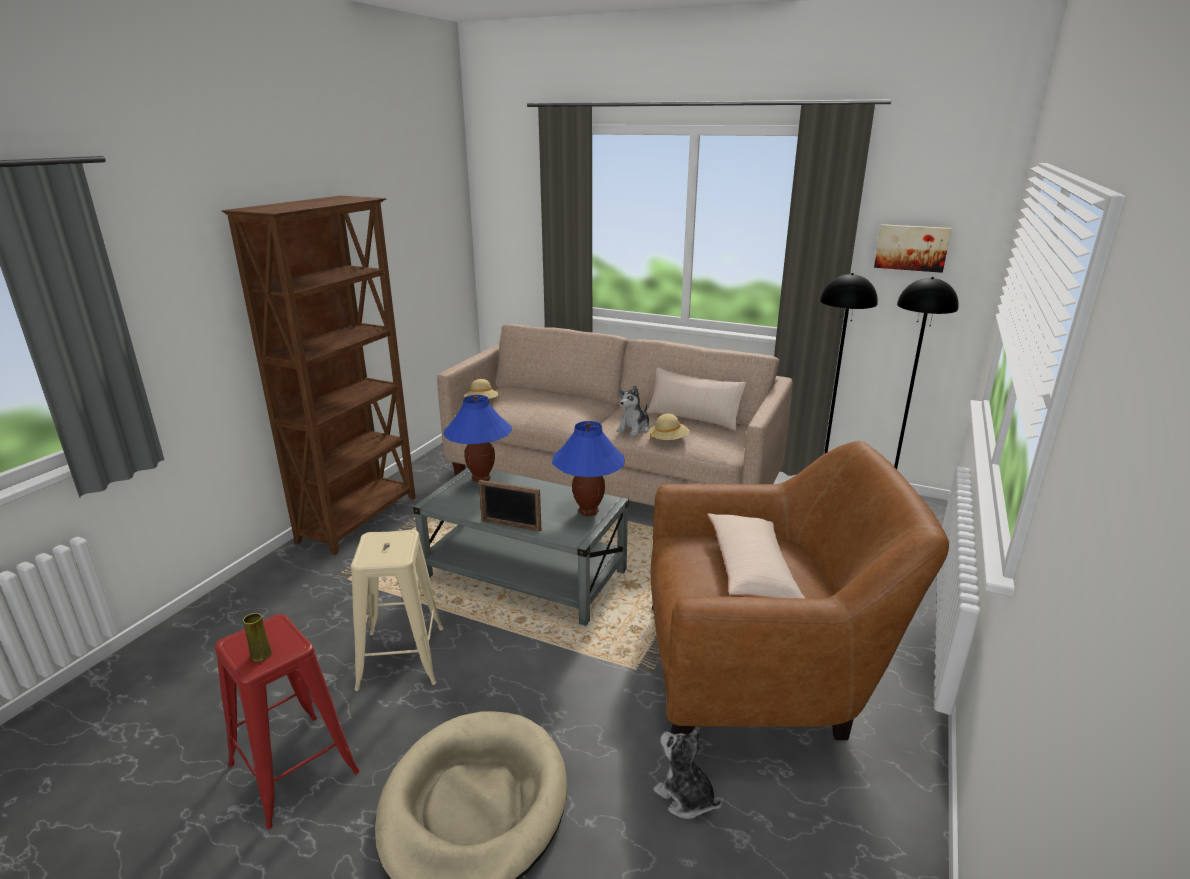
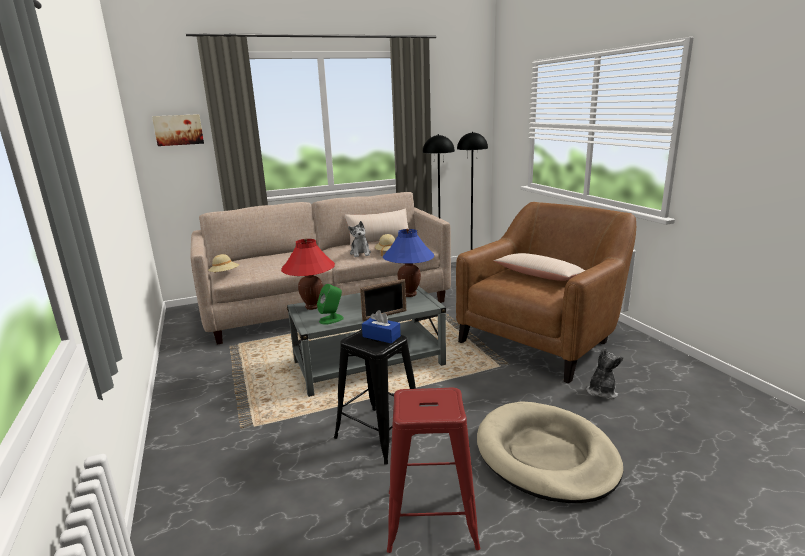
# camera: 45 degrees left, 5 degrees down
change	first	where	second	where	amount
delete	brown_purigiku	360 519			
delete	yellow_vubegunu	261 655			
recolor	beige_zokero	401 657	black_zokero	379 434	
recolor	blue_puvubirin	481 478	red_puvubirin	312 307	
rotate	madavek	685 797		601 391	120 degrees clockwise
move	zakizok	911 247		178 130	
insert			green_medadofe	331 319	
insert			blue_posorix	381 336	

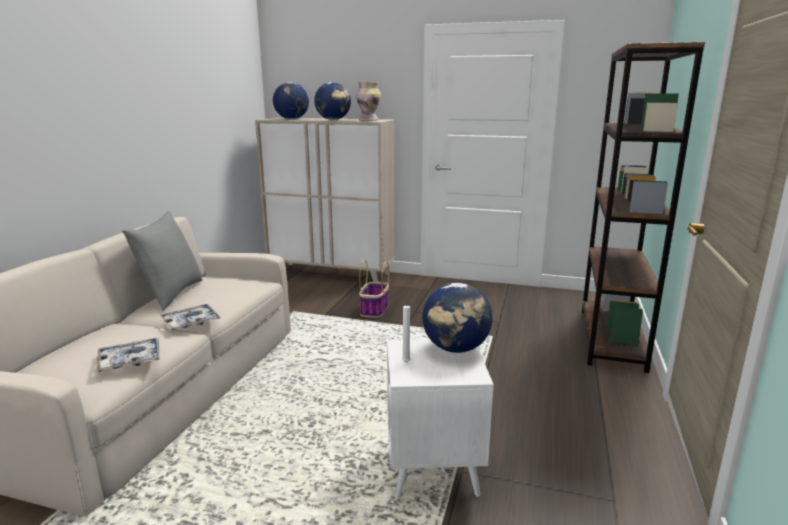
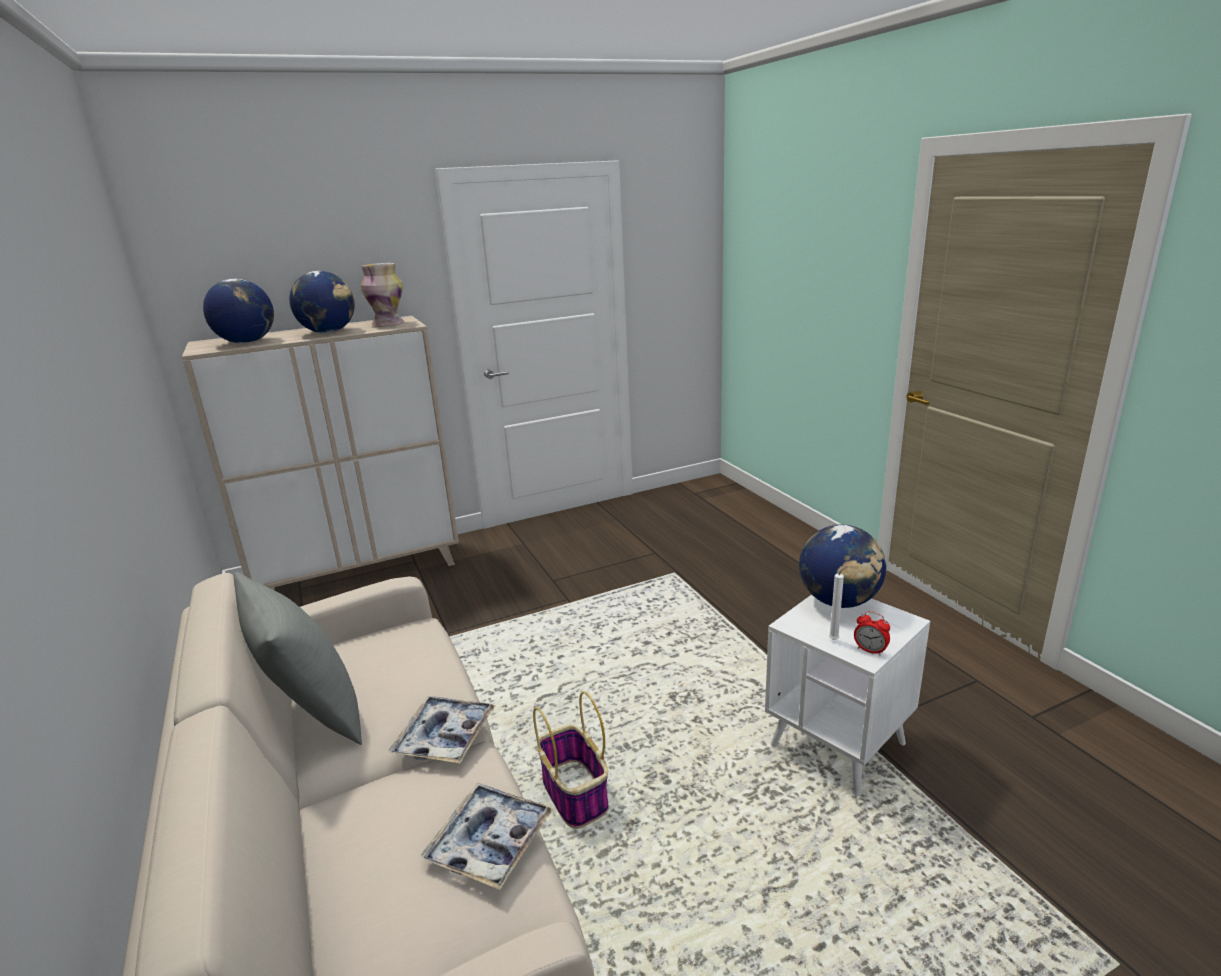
# camera: 40 degrees left, 5 degrees up
change	first	where	second	where	amount
move	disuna	374 310		575 794	
delete	brown_purigiku	611 339			
insert			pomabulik	870 650	

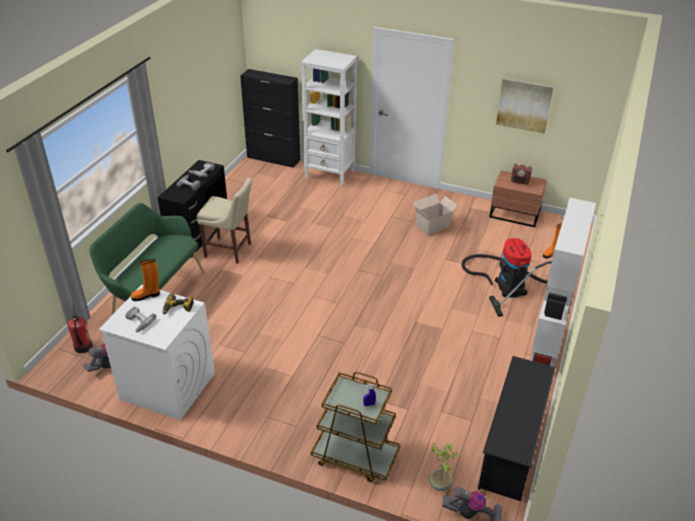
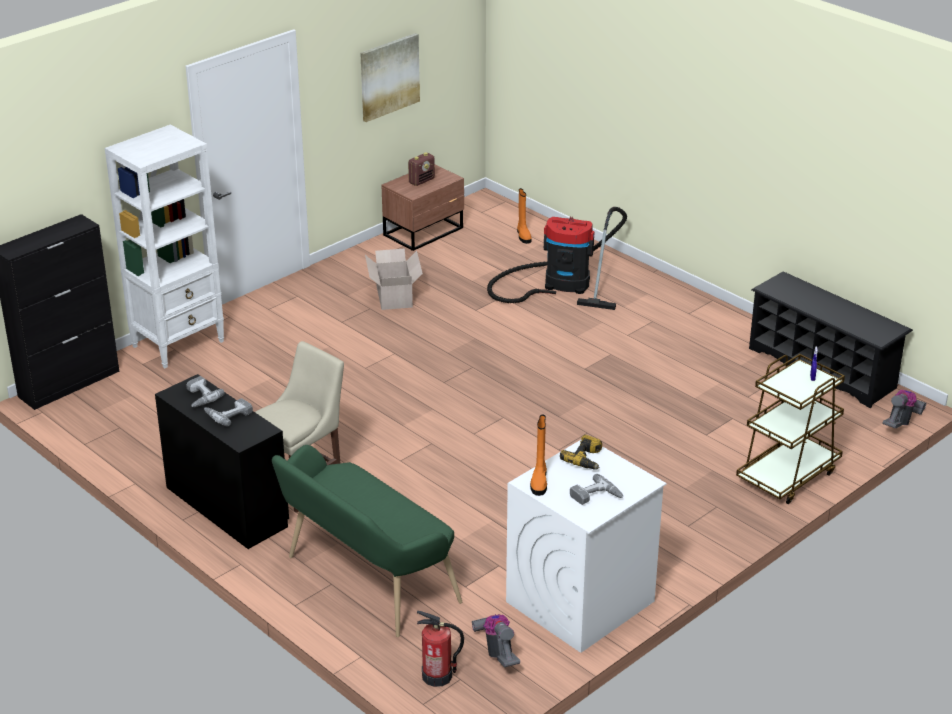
# camera: 65 degrees left, 5 degrees down
change	first	where	second	where	amount
delete	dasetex	440 484			
delete	white_purigiku	545 354			

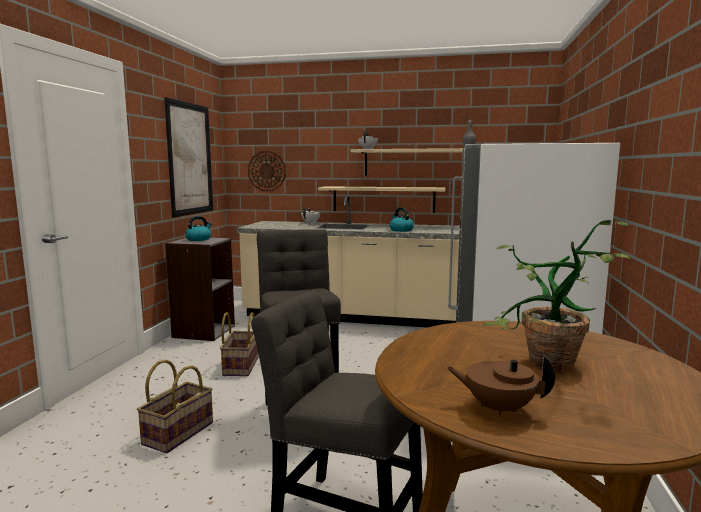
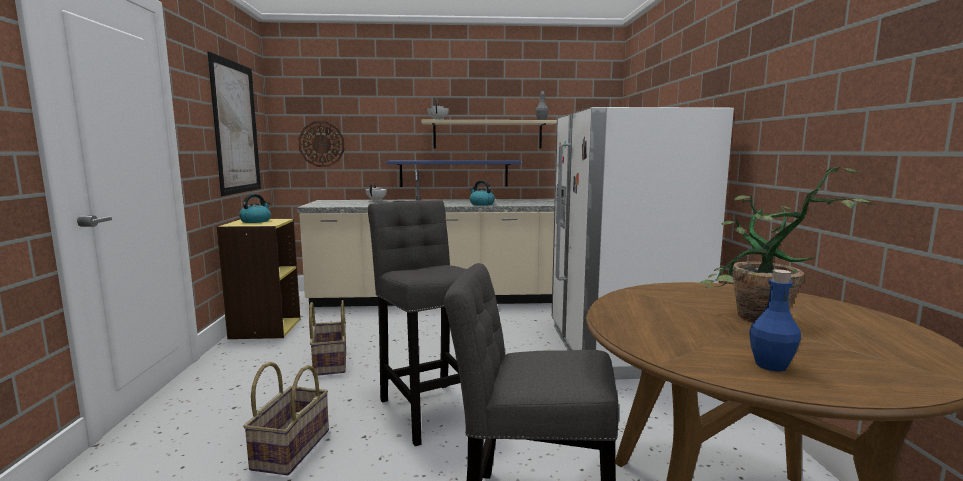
# camera: 15 degrees left, 0 degrees up
change	first	where	second	where	amount
recolor	grey_purigiku	203 331	yellow_purigiku	265 328	
recolor	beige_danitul	383 199	blue_danitul	454 173	
replace	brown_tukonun	498 408	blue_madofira	771 365	

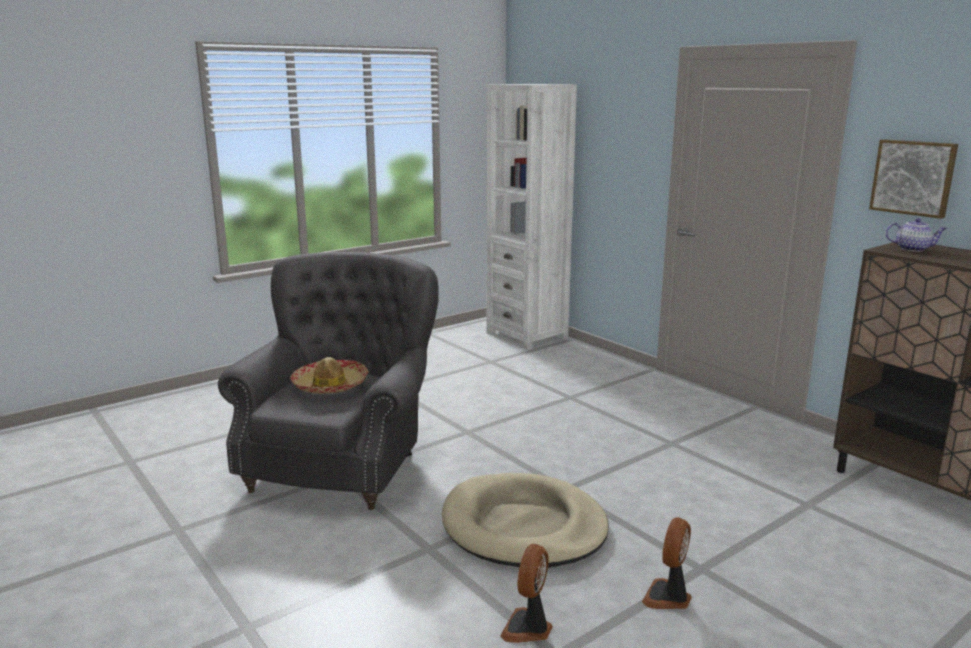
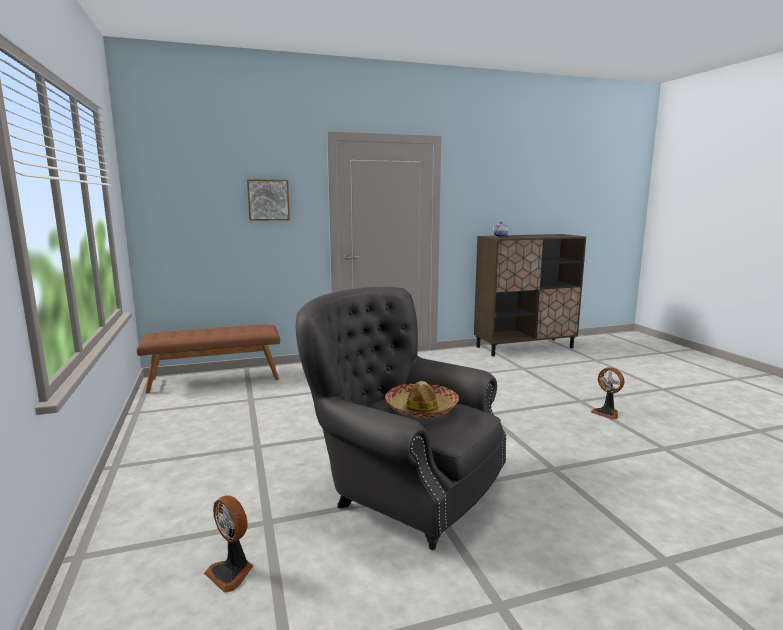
# camera: 70 degrees left, 5 degrees down
change	first	where	second	where	amount
delete	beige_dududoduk	523 527			
replace	white_purigiku	527 336	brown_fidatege	215 379	
move	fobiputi	528 628		231 572	
move	zakizok	913 177		268 200	

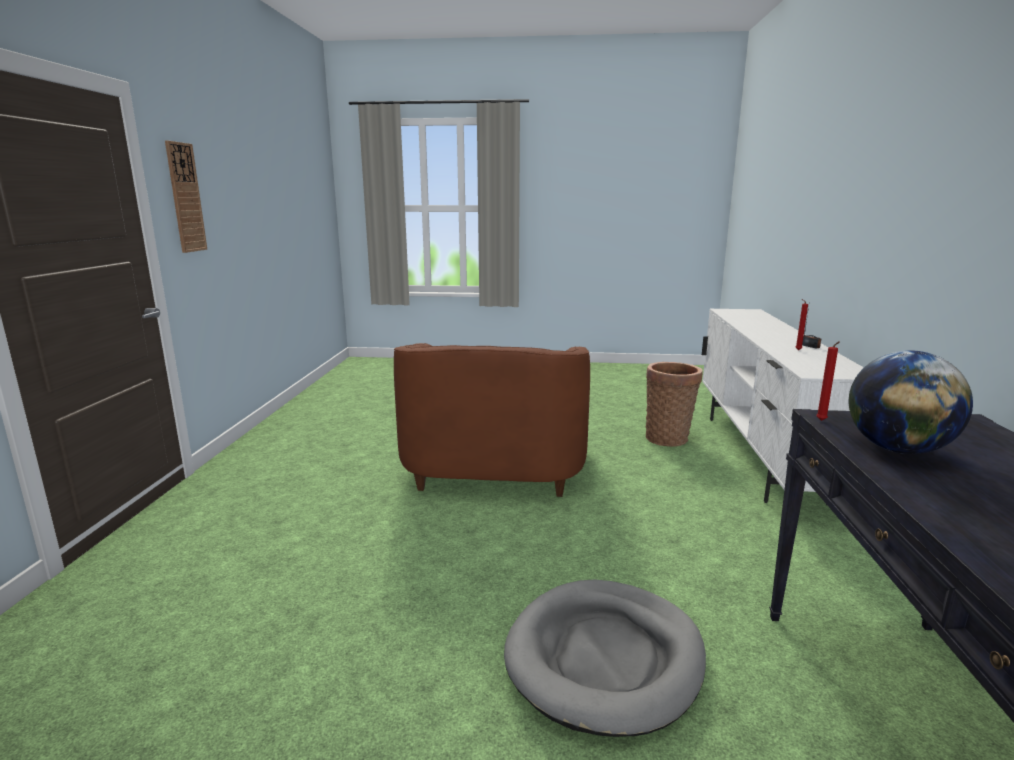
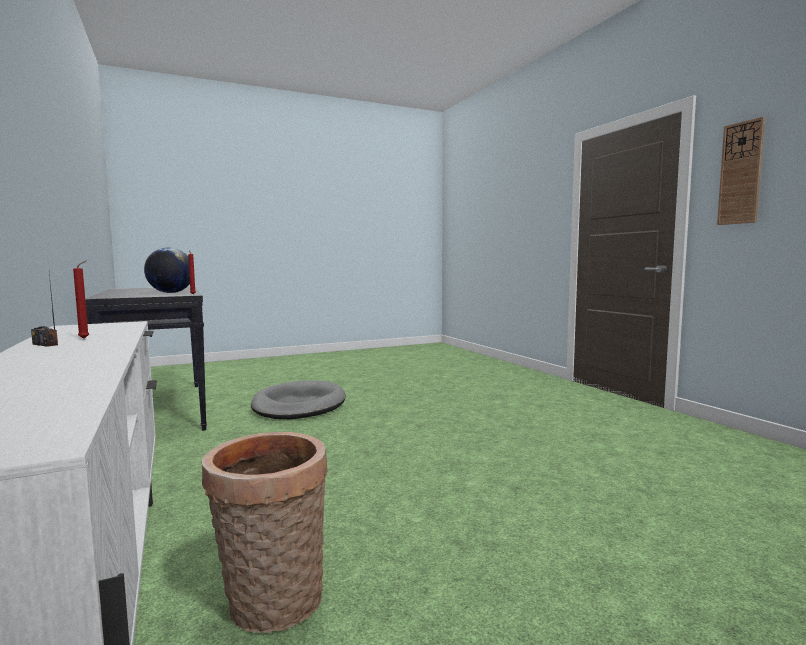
# camera: 150 degrees right, 10 degrees down
change	first	where	second	where	amount
delete	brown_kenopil	497 465			

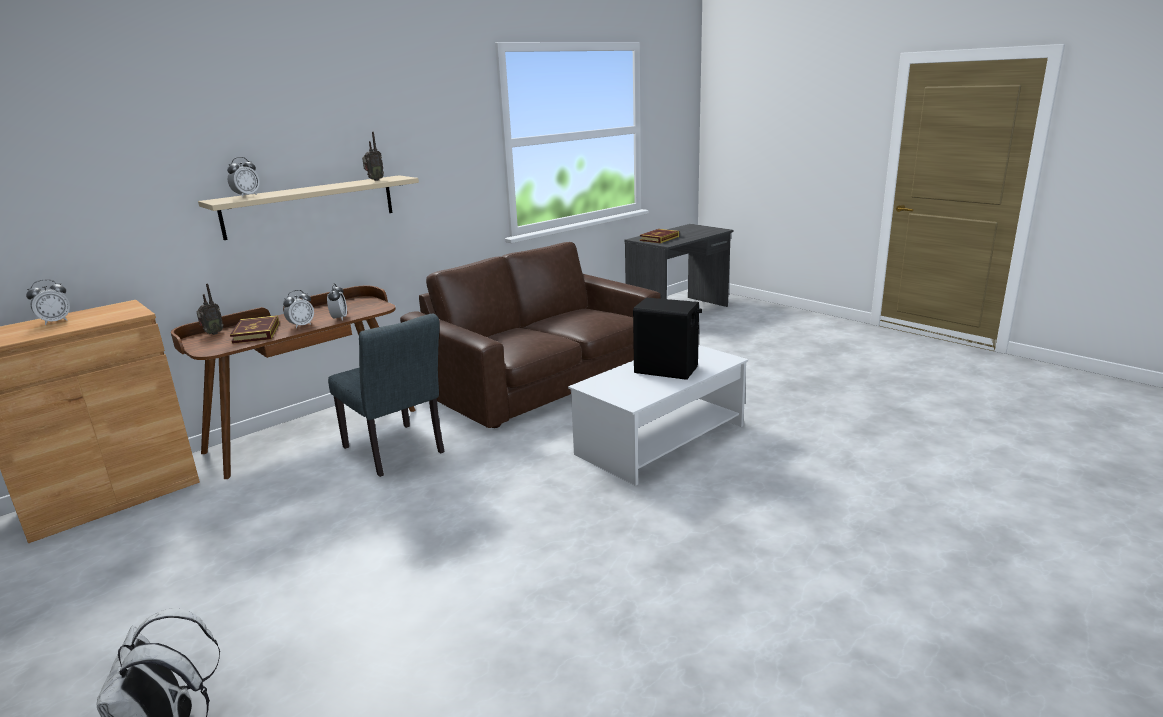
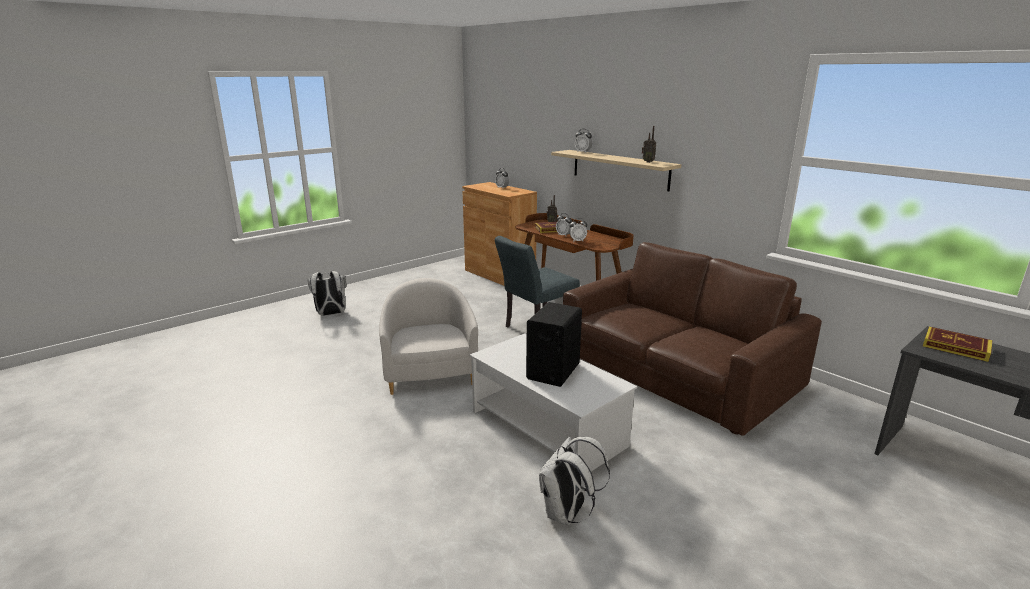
# camera: 90 degrees right, 0 degrees up
change	first	where	second	where	amount
insert			white_kenopil	430 373	
insert			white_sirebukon	567 514	

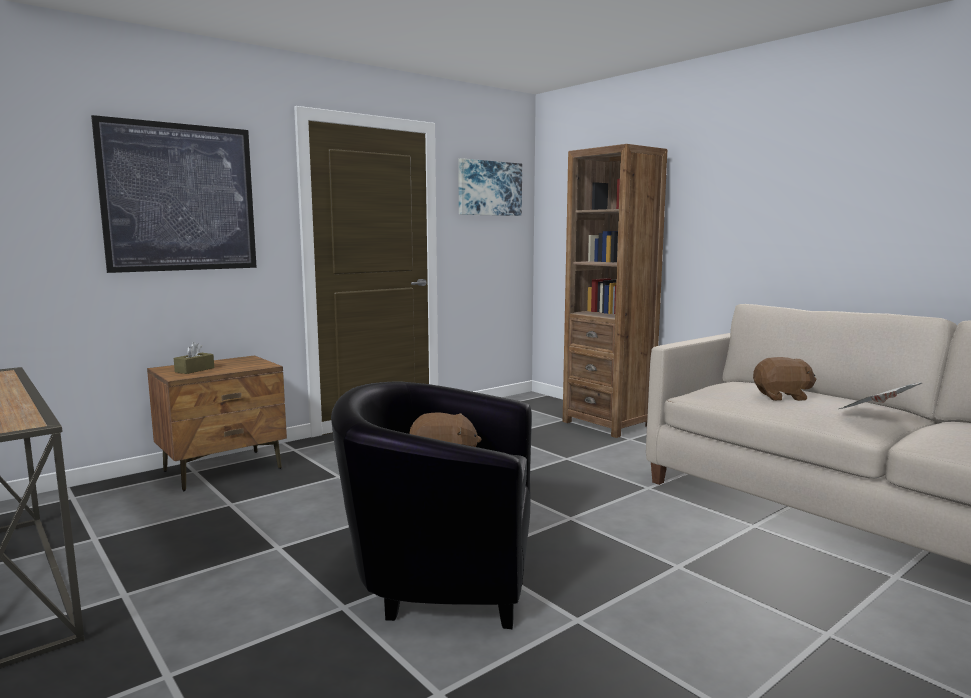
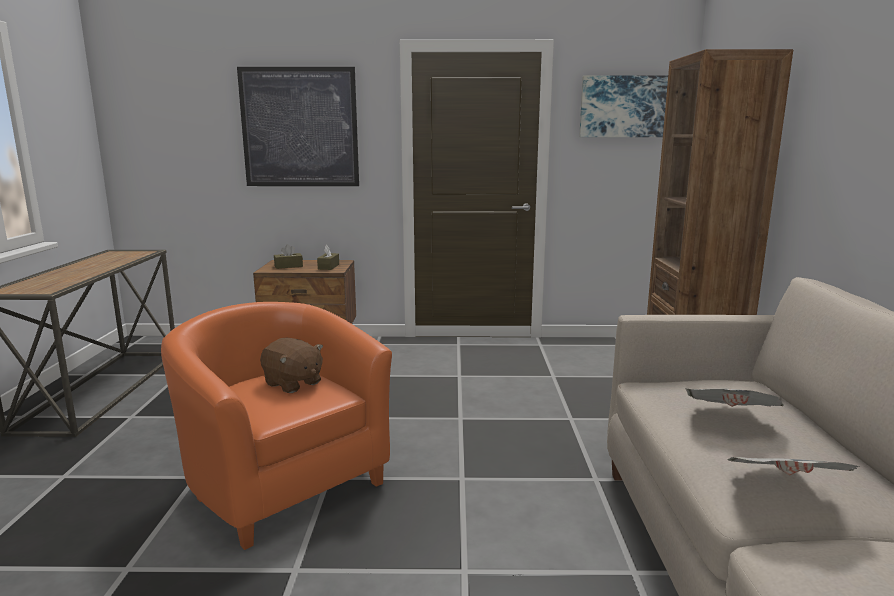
# camera: 40 degrees right, 5 degrees up
change	first	where	second	where	amount
recolor	black_kenopil	440 576	orange_kenopil	282 483	
replace	brown_madavek	782 397	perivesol	729 421	
insert			brown_posorix	328 267	

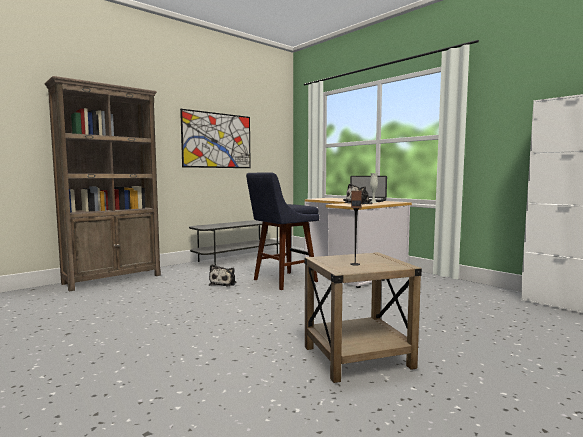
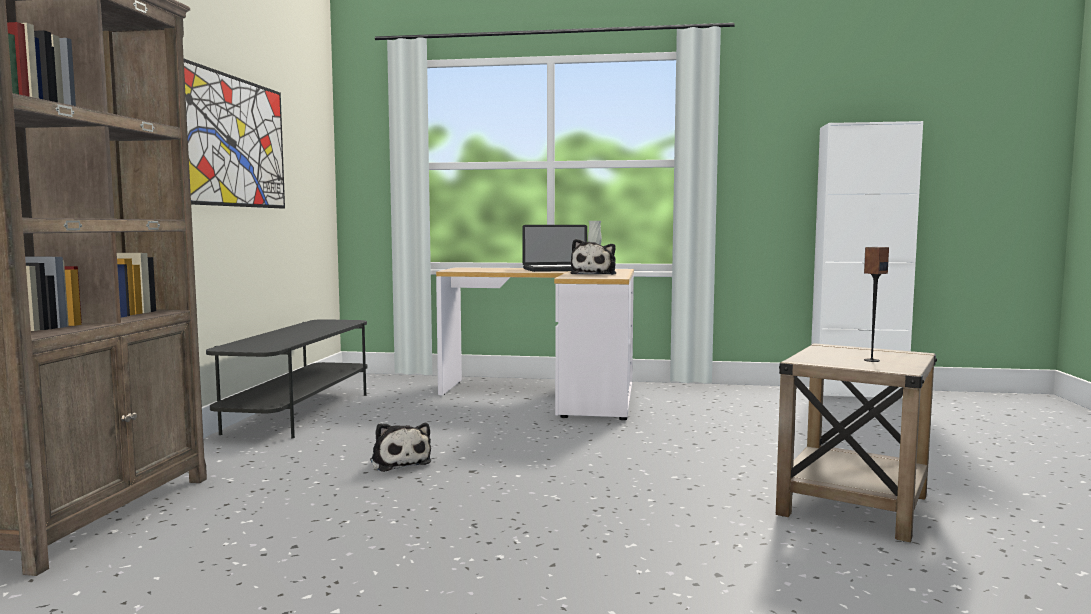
# camera: 40 degrees left, 0 degrees up
change	first	where	second	where	amount
delete	blue_zokero	282 281			

